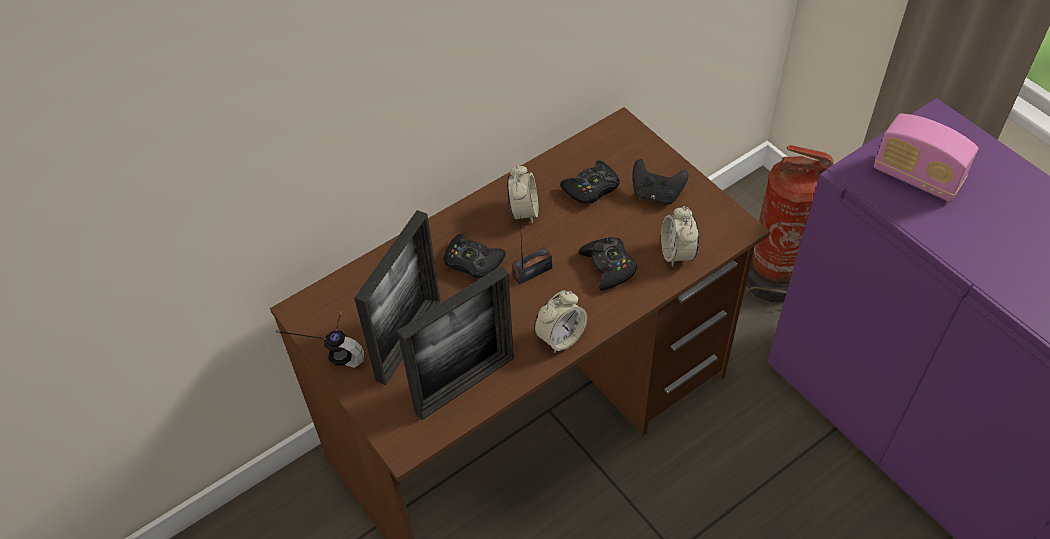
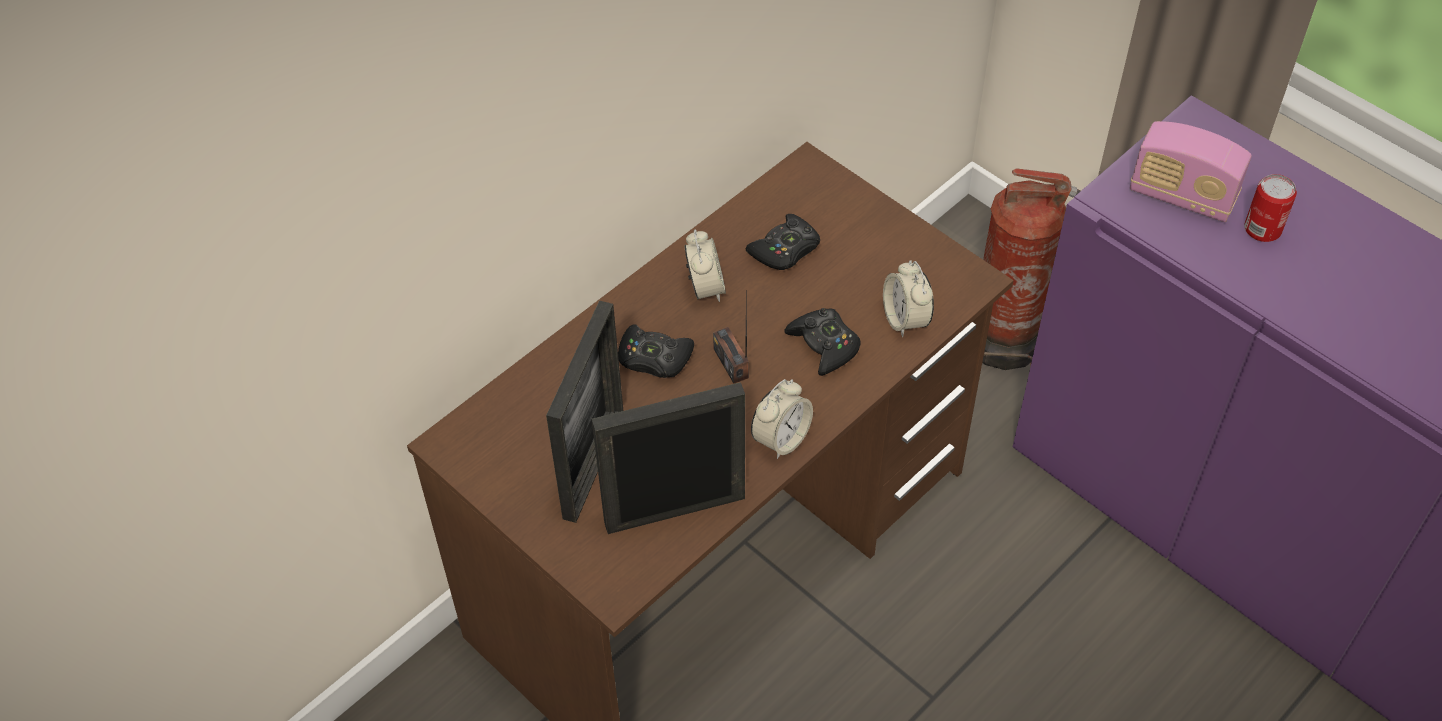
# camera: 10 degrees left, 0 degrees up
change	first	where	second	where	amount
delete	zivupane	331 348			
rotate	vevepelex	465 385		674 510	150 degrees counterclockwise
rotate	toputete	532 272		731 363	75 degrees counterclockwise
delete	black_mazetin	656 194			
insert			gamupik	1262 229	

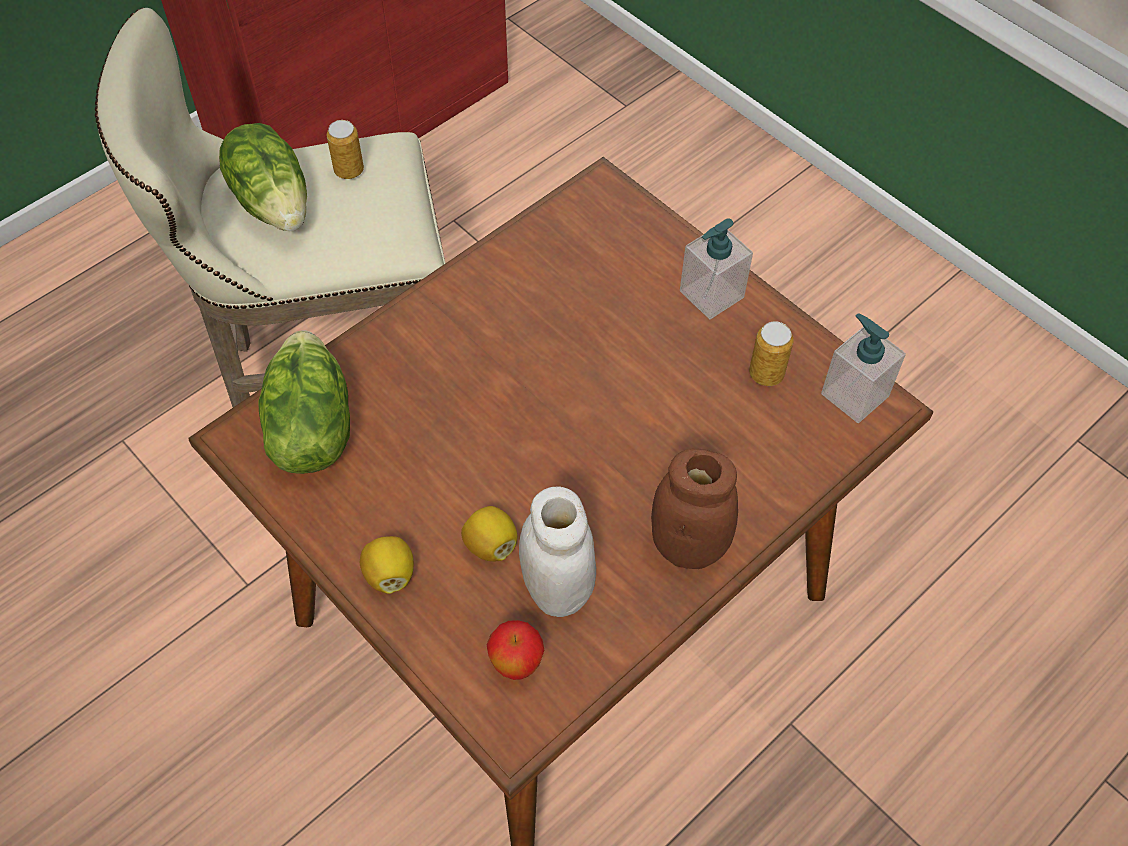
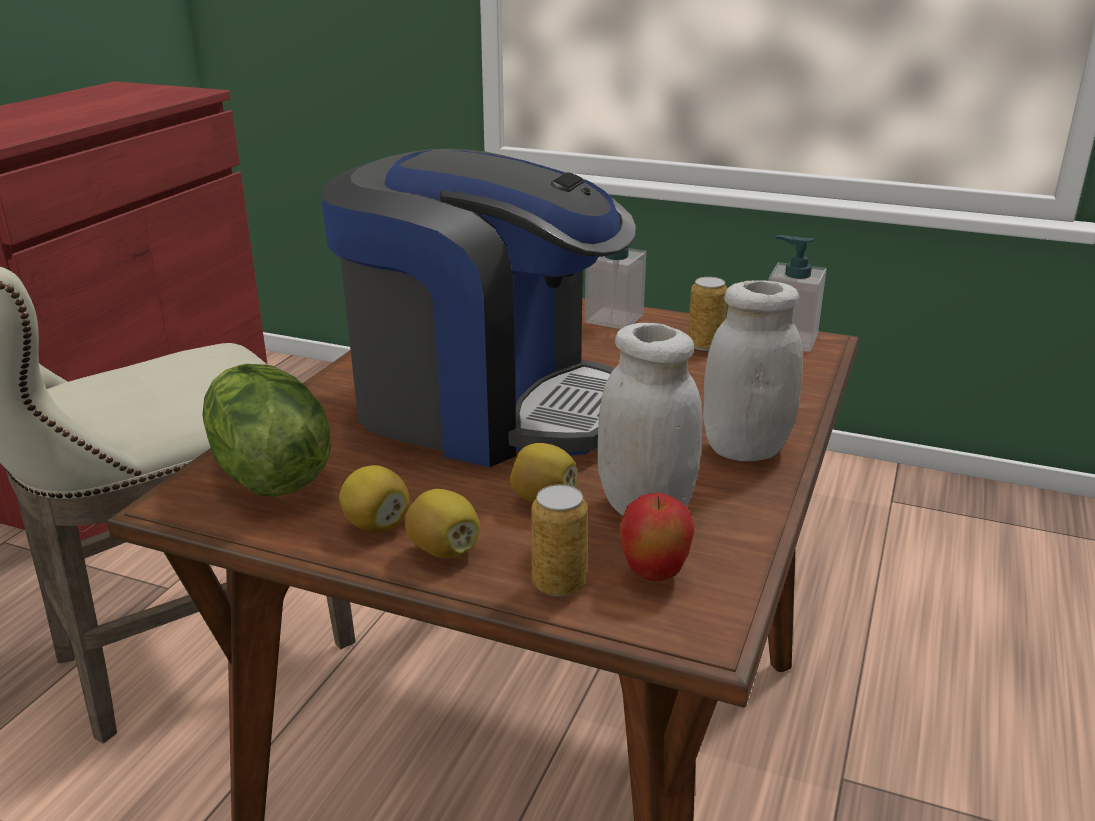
# camera: 25 degrees left, 30 degrees down
change	first	where	second	where	amount
delete	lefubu	274 201			
move	gamupik	349 170		559 584	
recolor	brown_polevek	688 546	white_polevek	745 449	
insert			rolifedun	486 406	
insert			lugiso	376 525	

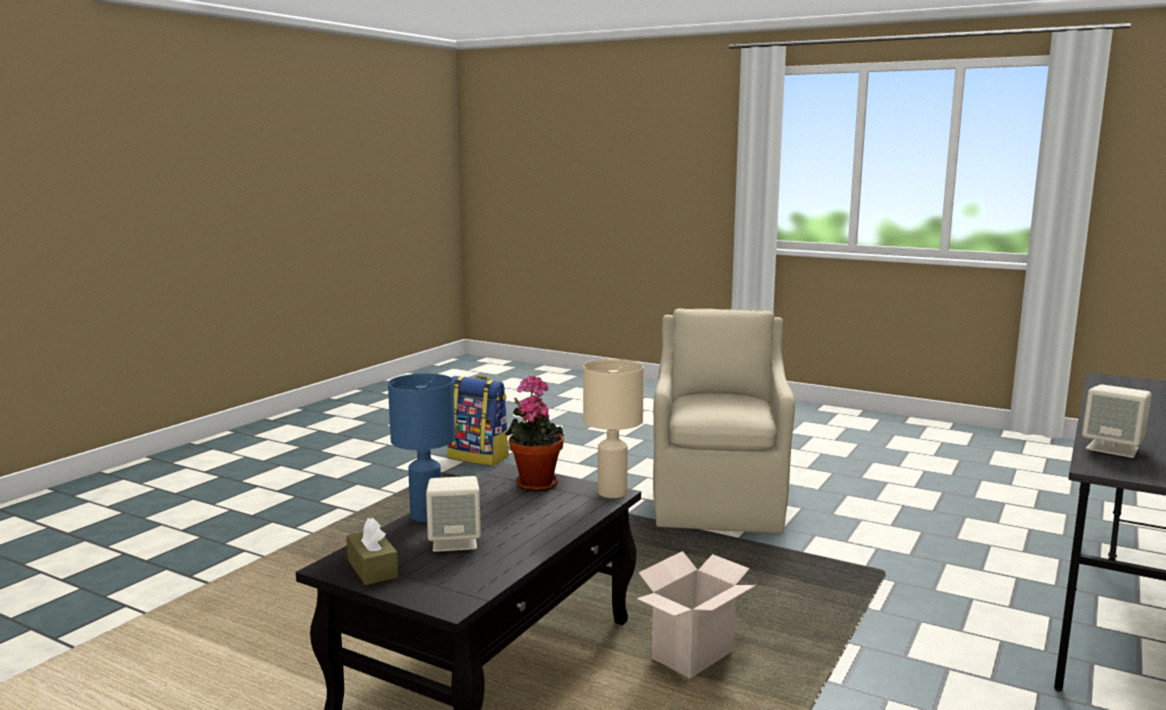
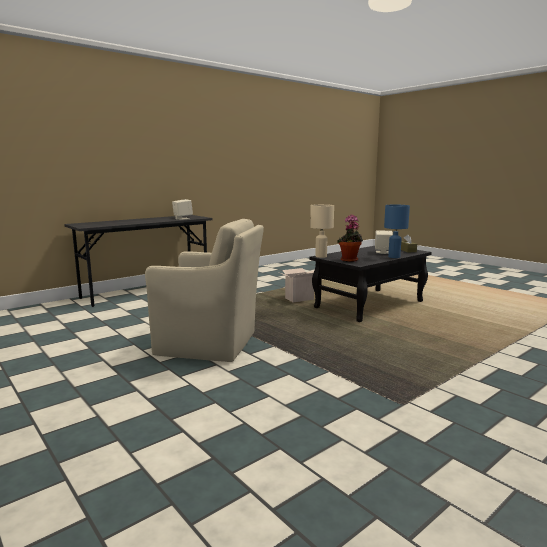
# camera: 160 degrees left, 0 degrees up
change	first	where	second	where	amount
delete	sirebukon	479 457			
rotate	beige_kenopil	718 503		210 344	105 degrees counterclockwise

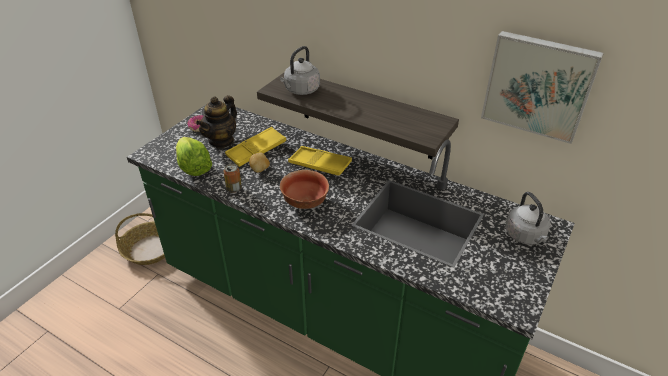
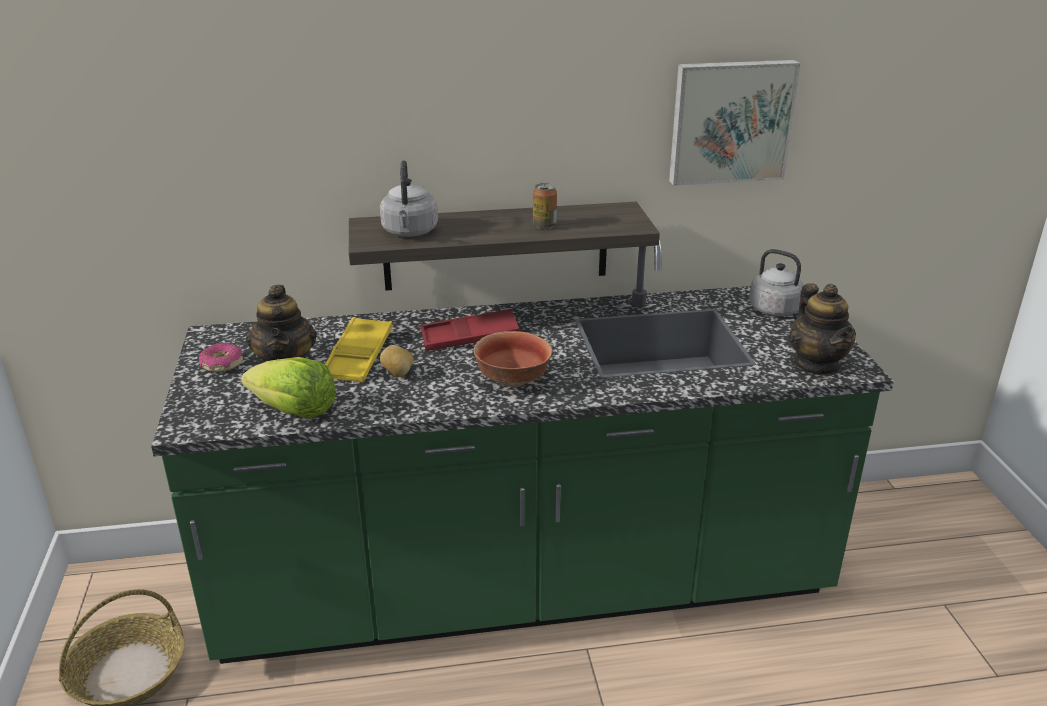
# camera: 40 degrees left, 10 degrees down
change	first	where	second	where	amount
move	gamupik	234 189		544 225	
recolor	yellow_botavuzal	319 164	red_botavuzal	470 337	
insert			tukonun	817 365	

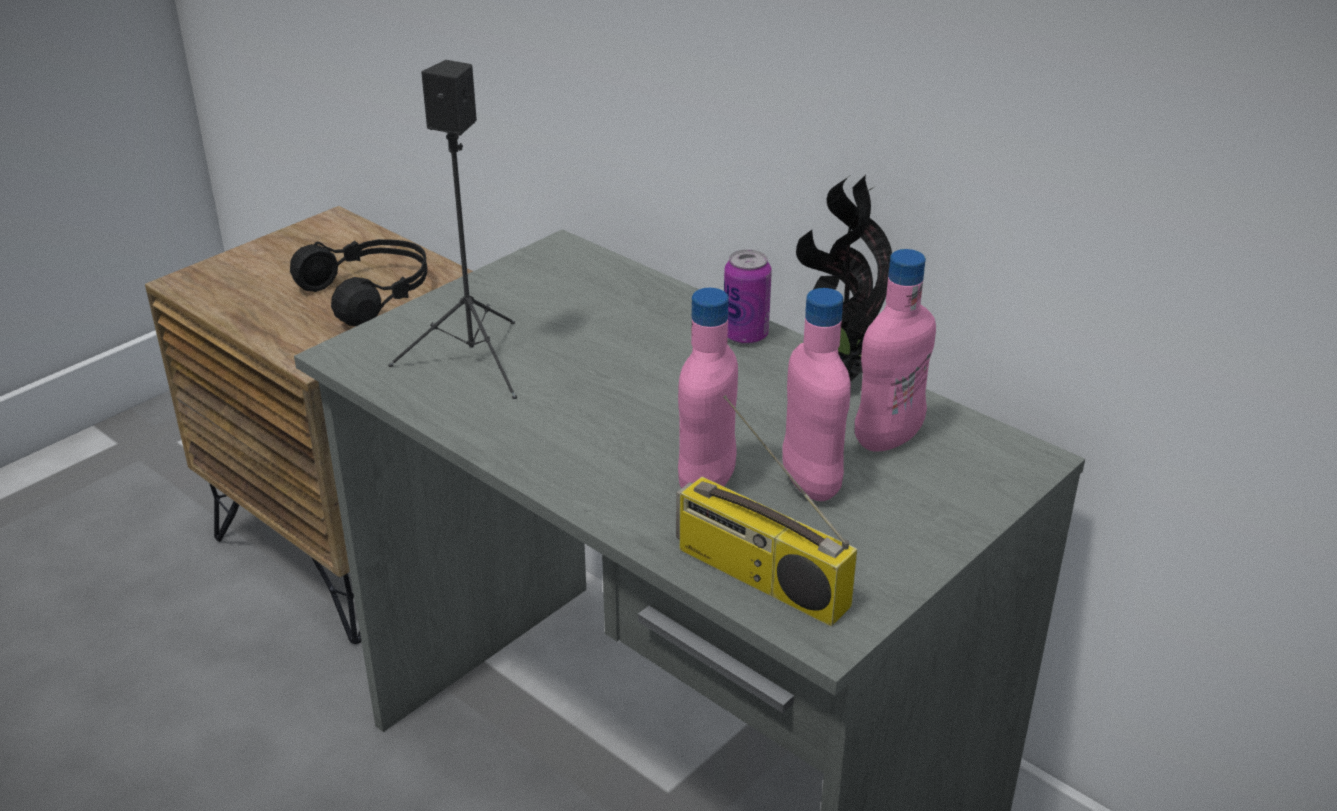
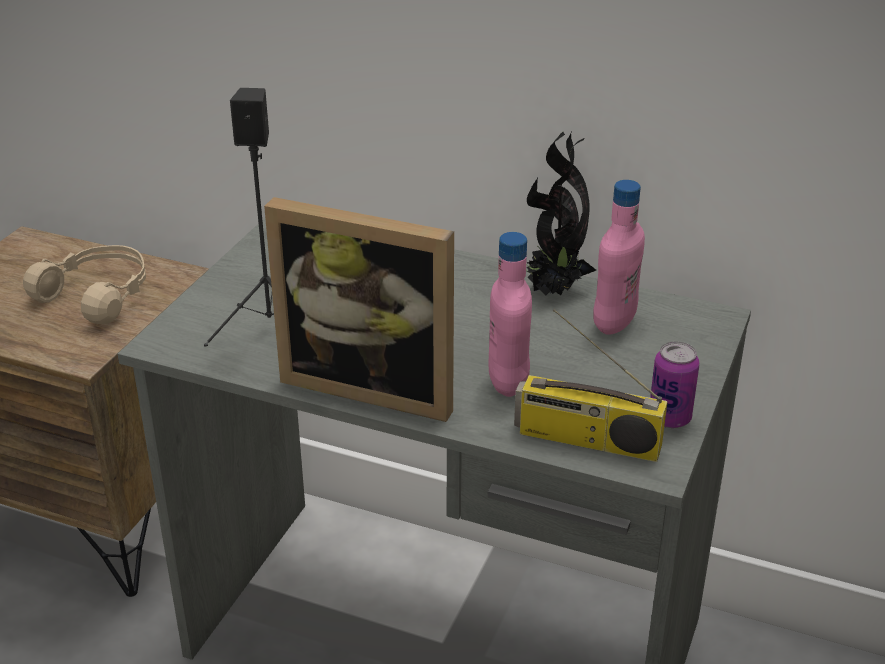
# camera: 20 degrees left, 0 degrees up
change	first	where	second	where	amount
recolor	black_zivupane	370 293	beige_zivupane	98 295	
move	gamupik	745 335		669 418	
delete	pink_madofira	810 483			
insert			vevepelex	374 384	

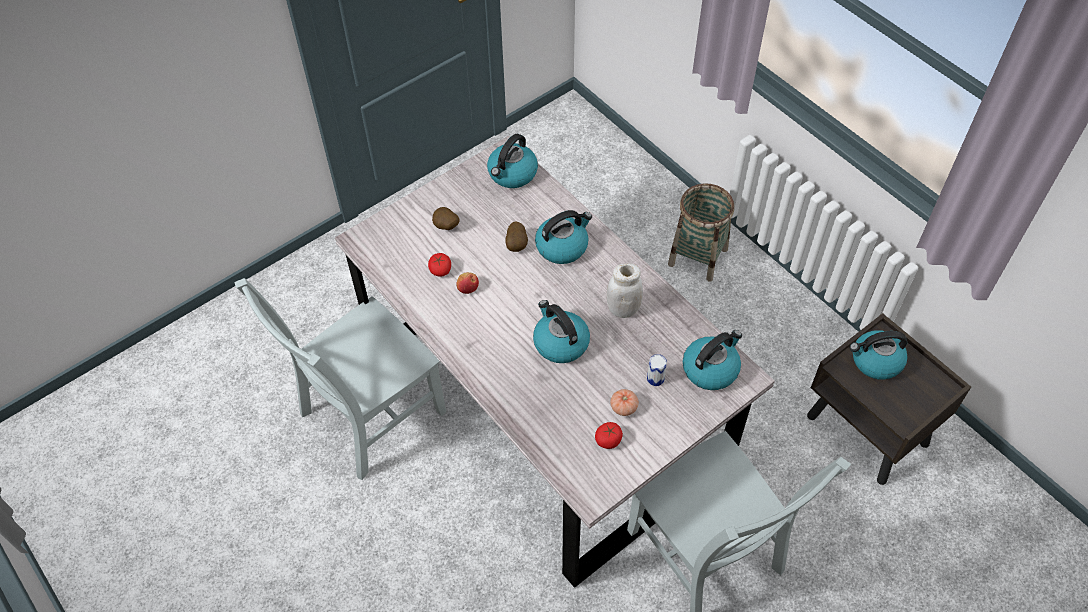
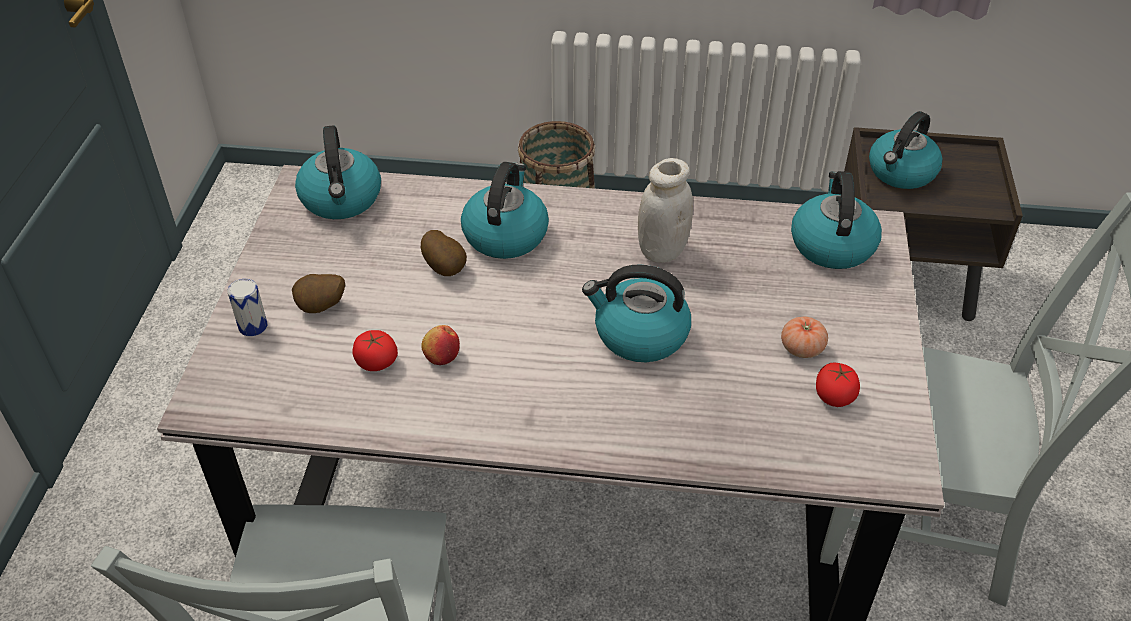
# camera: 45 degrees left, 10 degrees down
change	first	where	second	where	amount
move	gamupik	655 378		253 326	

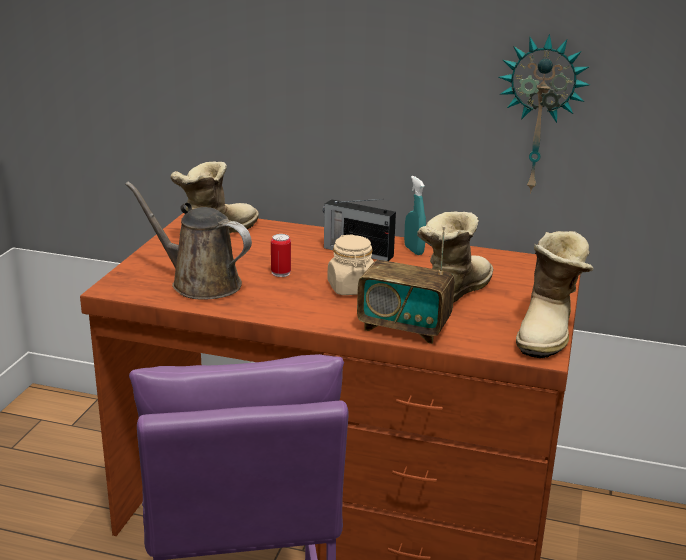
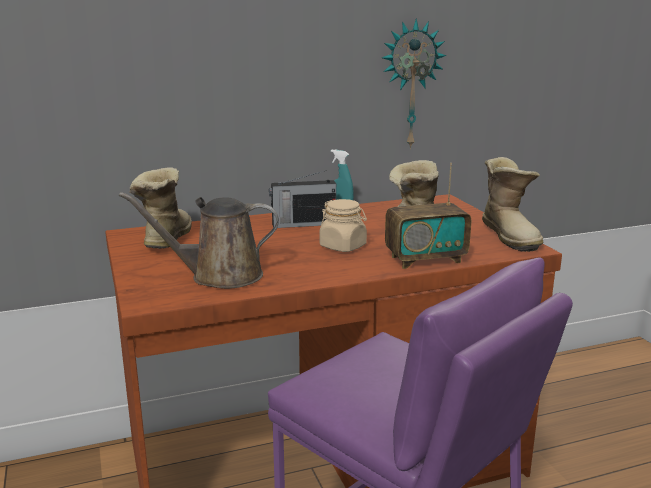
# camera: 35 degrees left, 5 degrees down
change	first	where	second	where	amount
delete	gamupik	281 273			

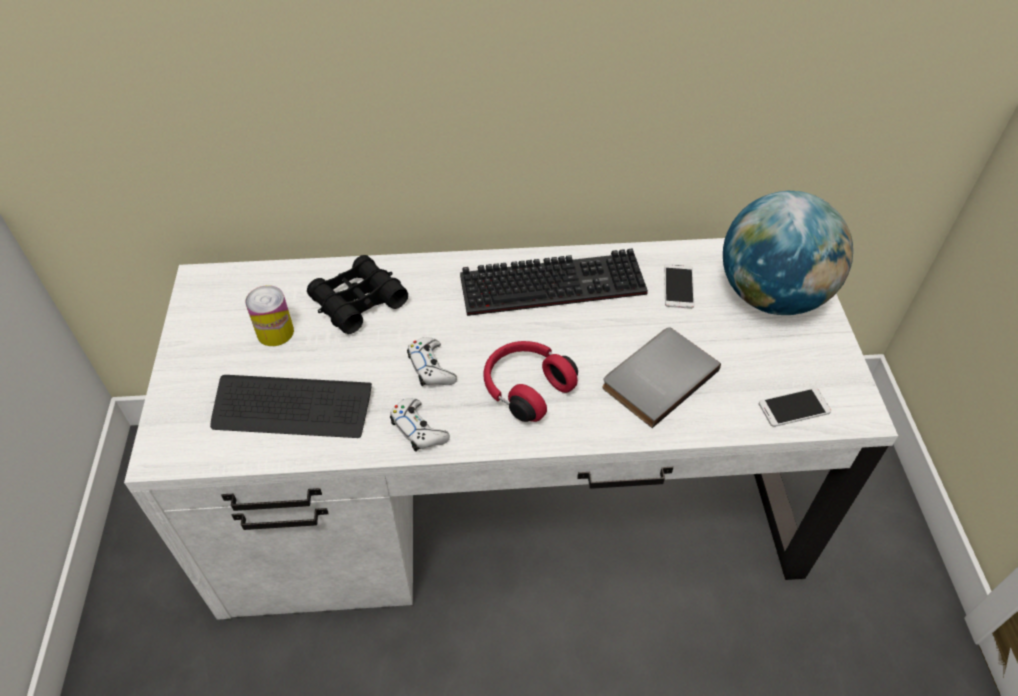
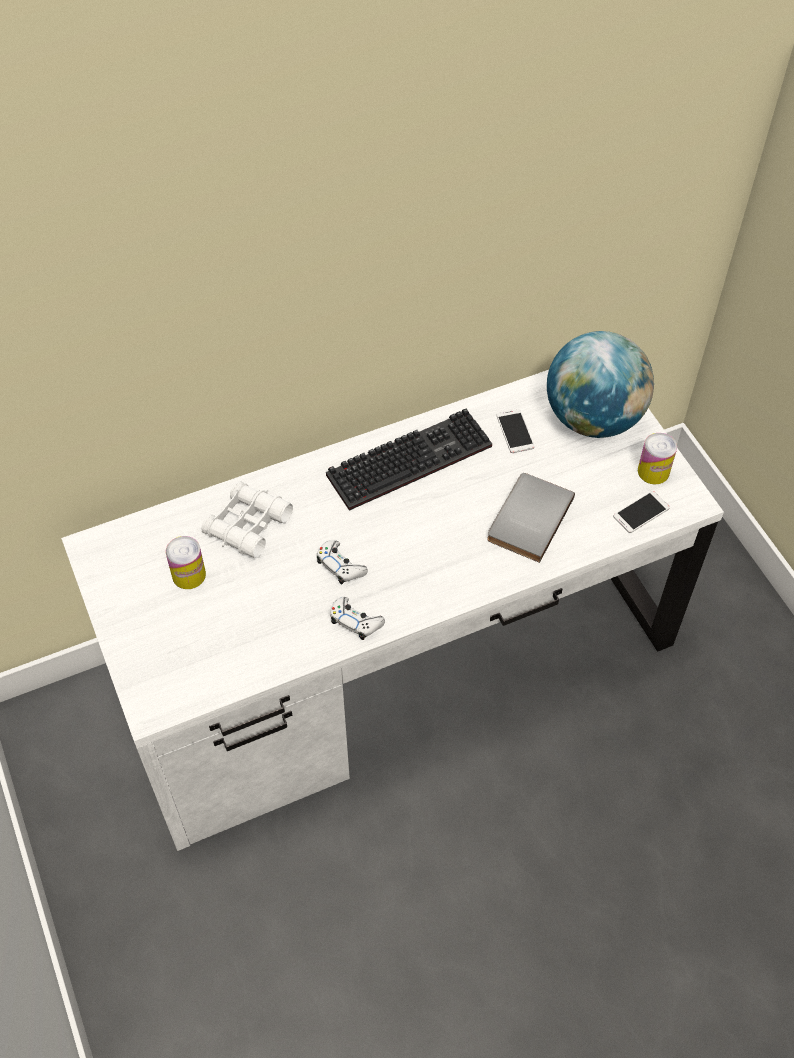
# camera: 20 degrees left, 5 degrees up
change	first	where	second	where	amount
delete	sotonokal	292 408			
recolor	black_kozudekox	358 302	white_kozudekox	247 525	
delete	red_zivupane	526 388			
insert			gamupik	653 471	

